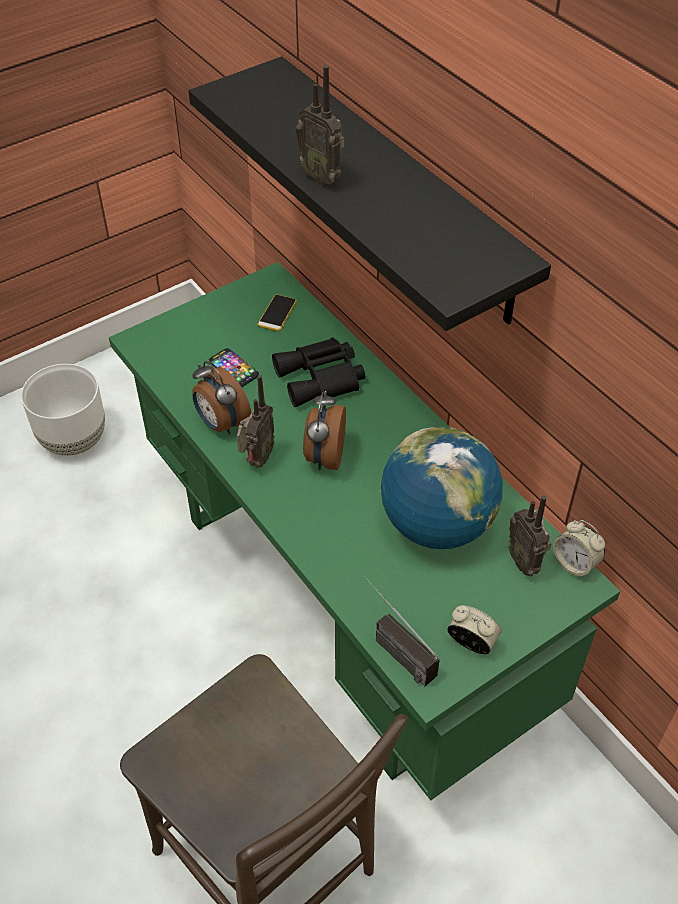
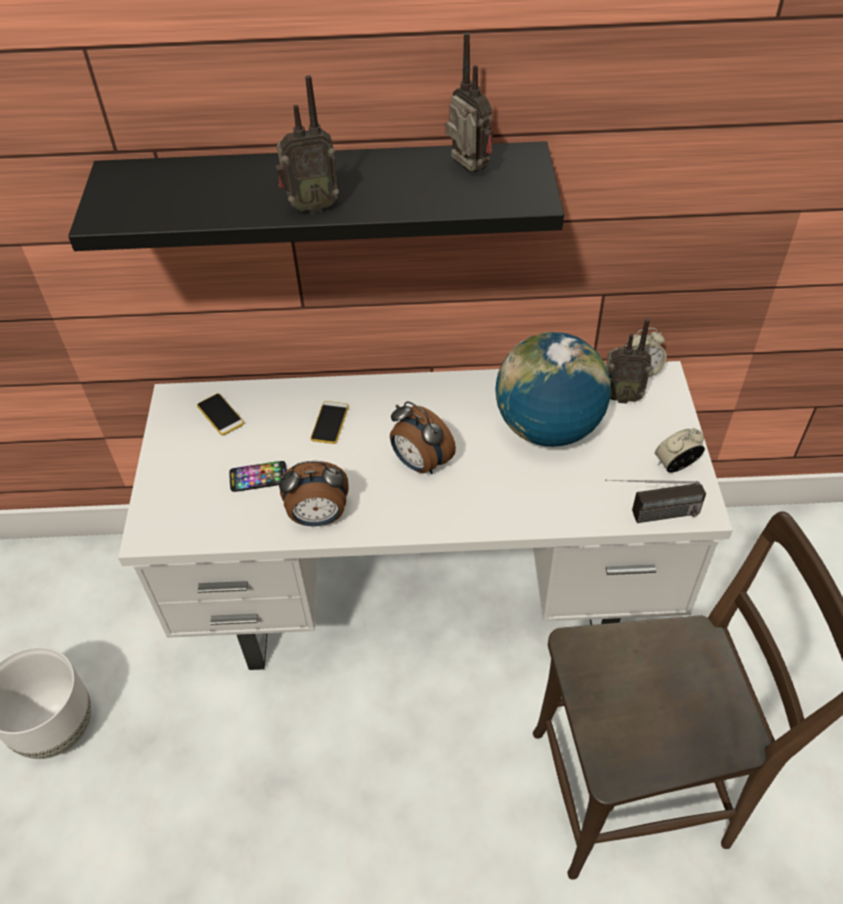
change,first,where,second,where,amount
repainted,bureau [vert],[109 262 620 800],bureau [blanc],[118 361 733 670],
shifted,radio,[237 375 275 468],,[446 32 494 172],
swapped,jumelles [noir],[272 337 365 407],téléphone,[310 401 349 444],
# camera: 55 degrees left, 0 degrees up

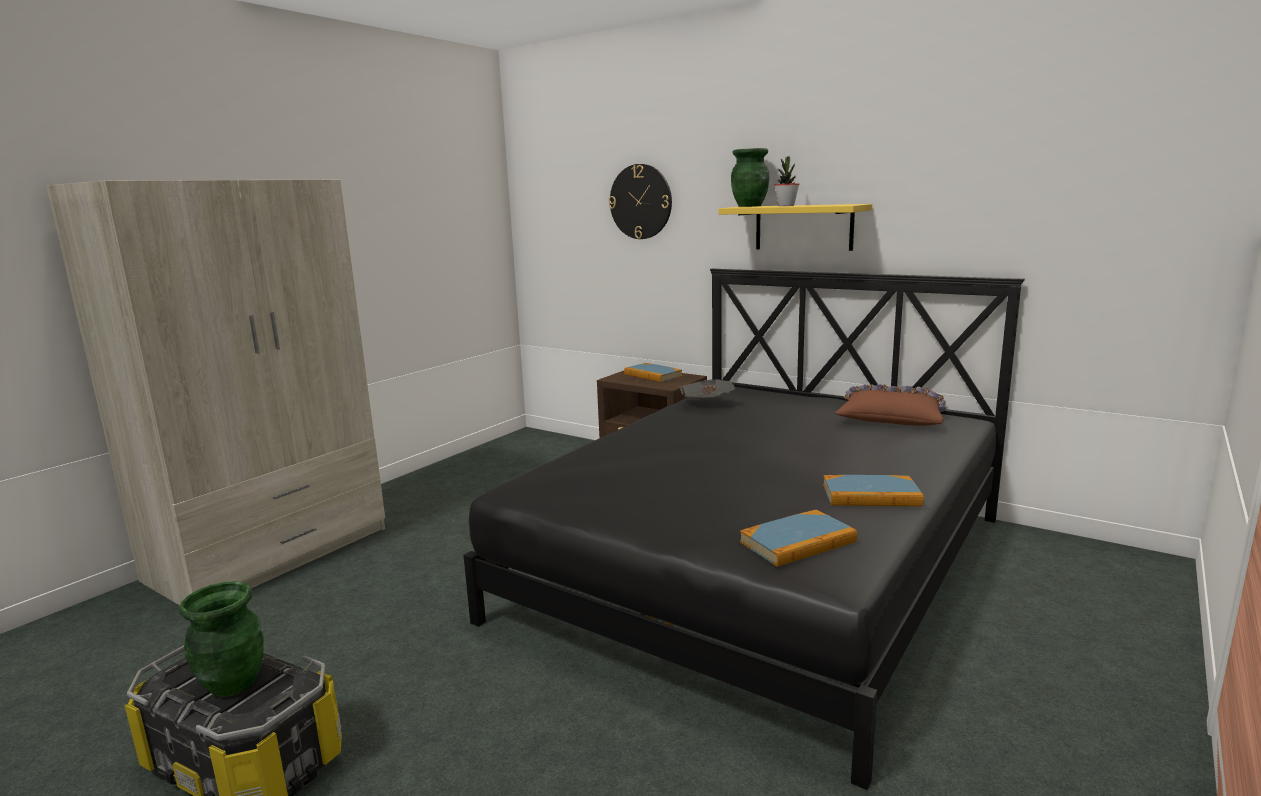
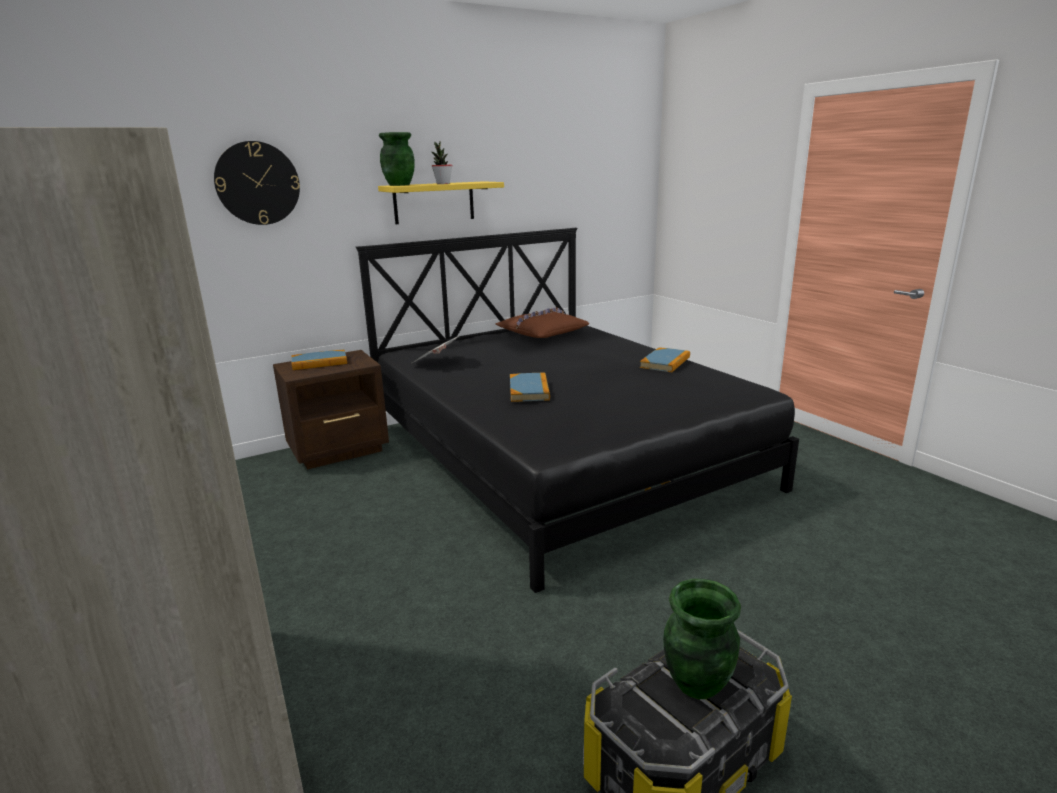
change,first,where,second,where,amount
shifted,livre,[740 510 857 567],,[510 372 550 402],
# camera: 65 degrees left, 5 degrees up

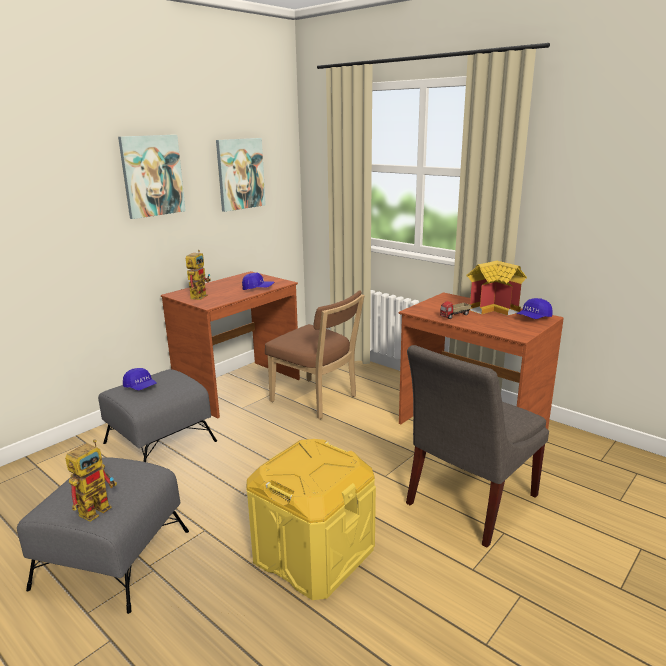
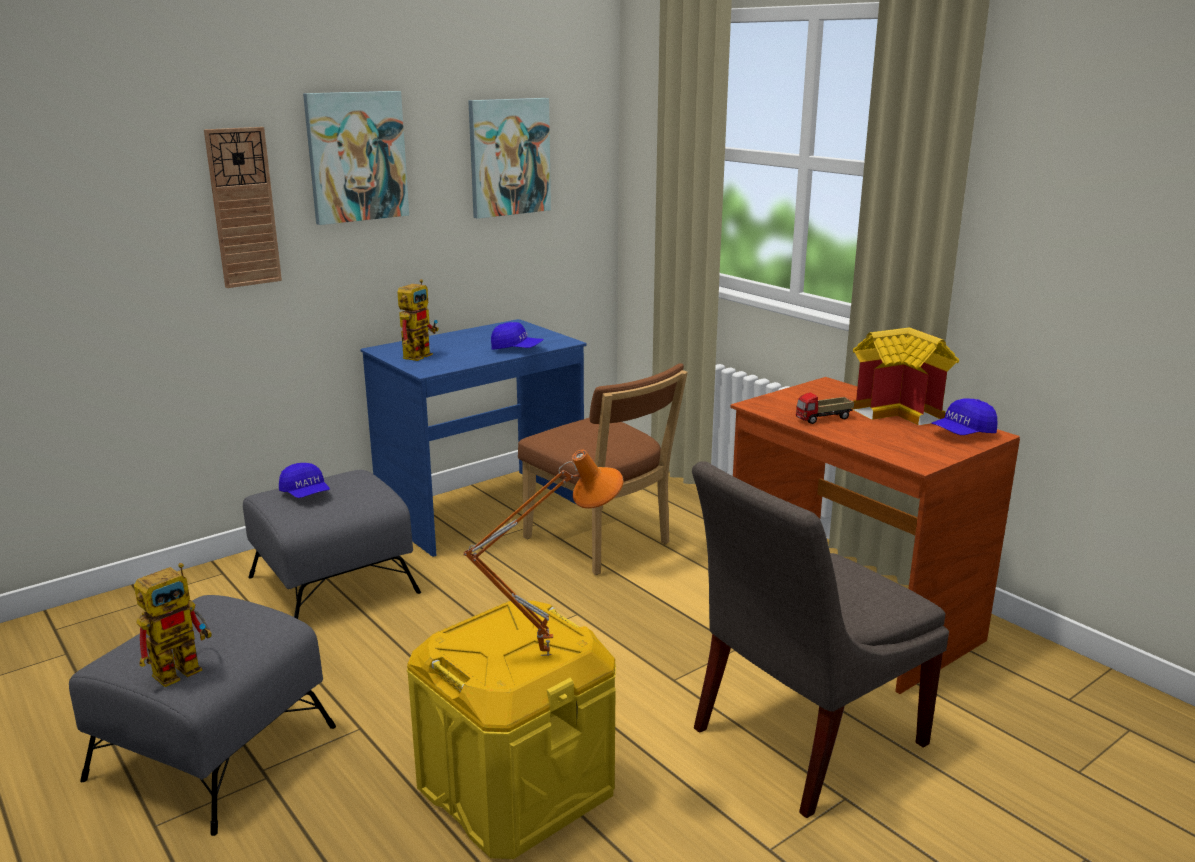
change,first,where,second,where,amount
repainted,bureau [marron],[161 271 300 418],bureau [bleu],[360 319 587 557],
new,,,horloge murale,[204 127 282 288],
new,,,lampe de table [orange],[464 450 623 656],
# camera: 10 degrees right, 0 degrees up

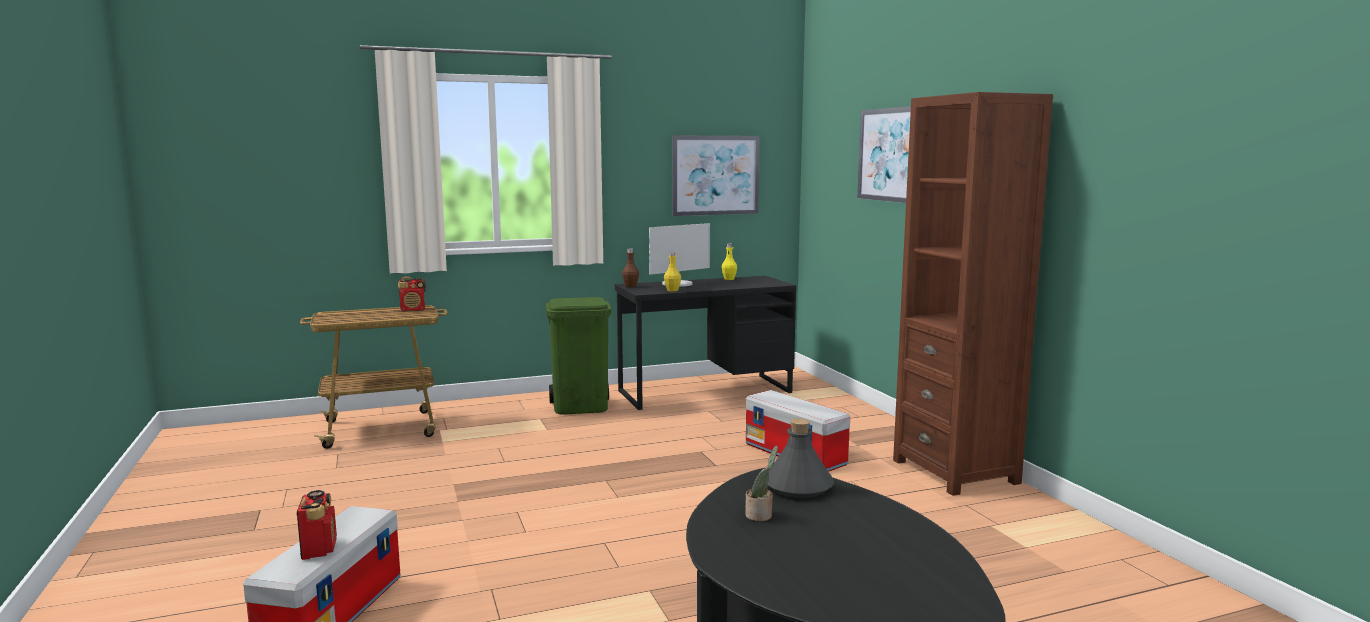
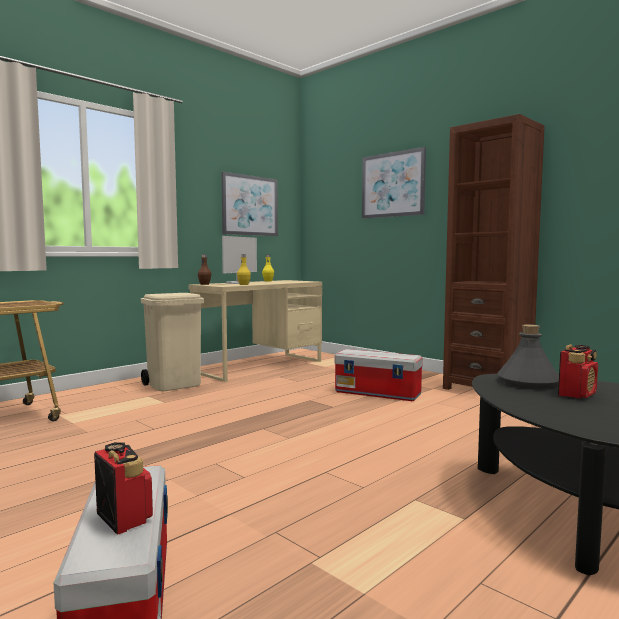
change,first,where,second,where,amount
shifted,radio,[398 277 426 311],,[558 344 598 399],
repainted,poubelle [vert],[546 297 611 415],poubelle [beige],[141 293 204 391],
repainted,bureau [noir],[615 276 796 410],bureau [beige],[188 280 322 382],
gone,plante en pot,[745 446 778 521],,,
# camera: 25 degrees left, 5 degrees down

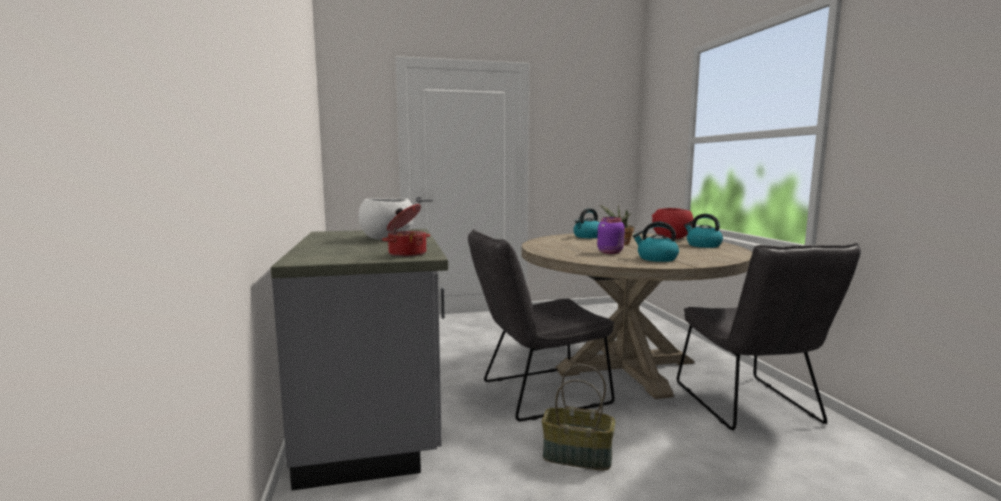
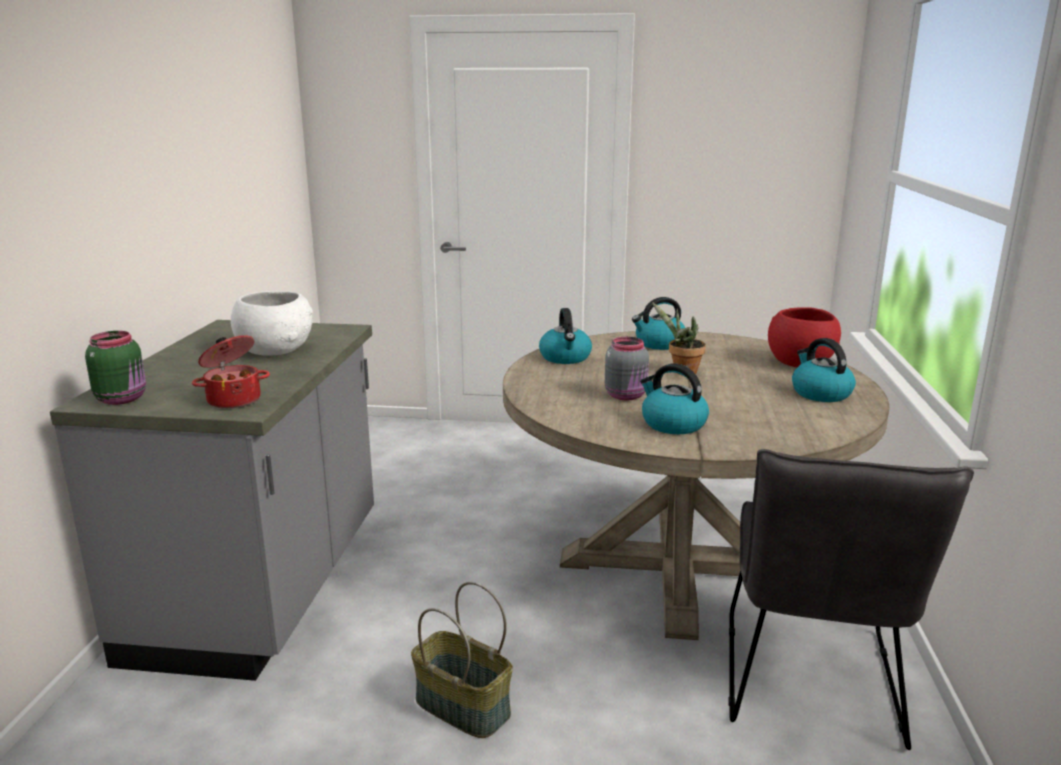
change,first,where,second,where,amount
gone,chaise [gris],[468 229 615 421],,,
repainted,bocal [violet],[597 217 625 254],bocal [gris],[605 337 649 400],
new,,,bocal [vert],[85 331 146 405],
new,,,bouilloire,[539 308 592 364],
# camera: 20 degrees right, 10 degrees up

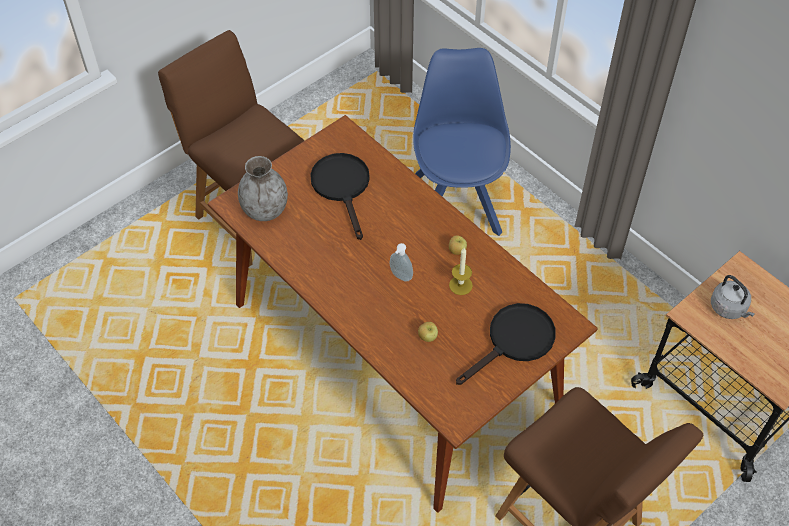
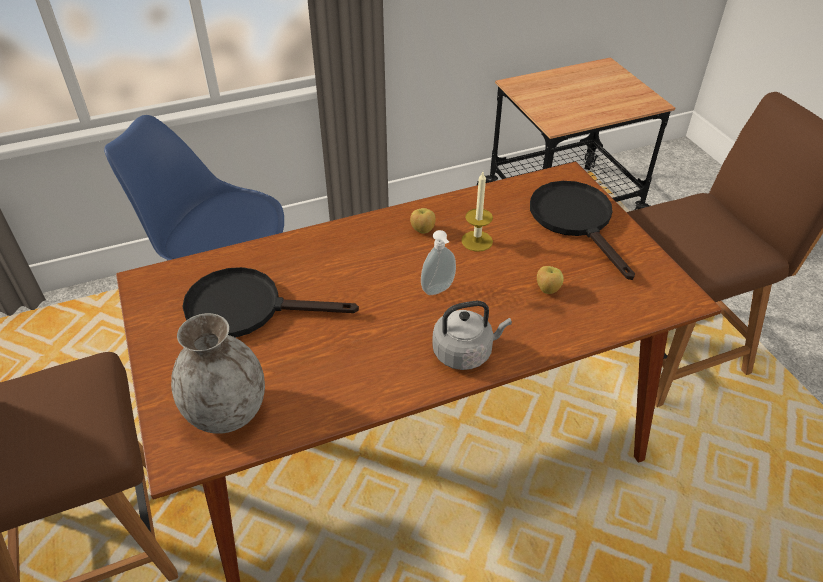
change,first,where,second,where,amount
shifted,bouilloire [gris],[711 275 755 319],,[432 301 512 370],
# camera: 70 degrees left, 10 degrees down

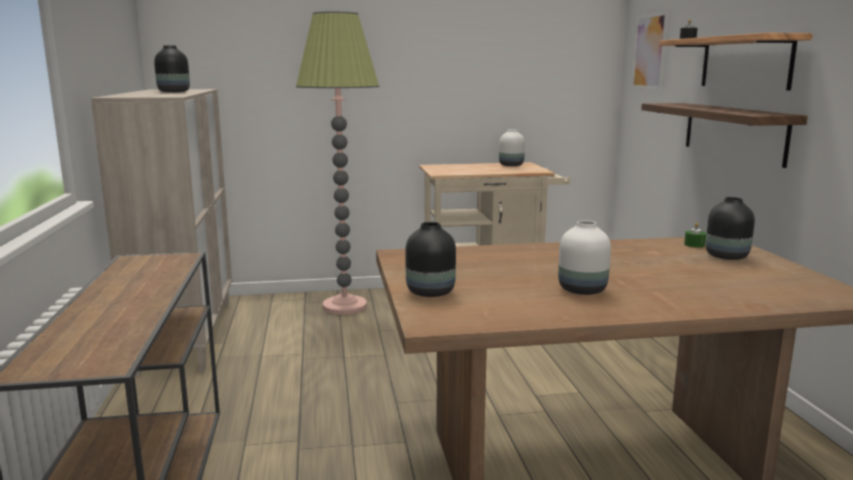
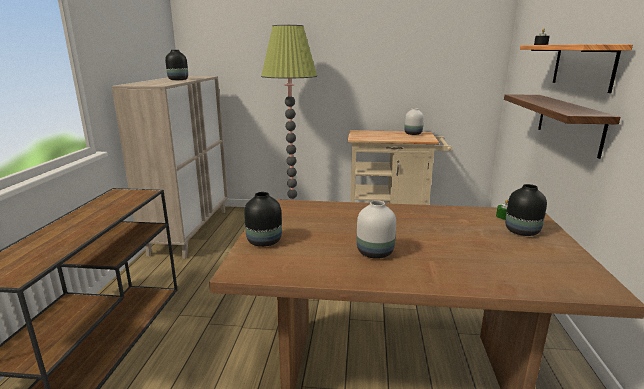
change,first,where,second,where,amount
gone,tableau,[632 11 669 90],,,
# camera: 15 degrees right, 5 degrees up

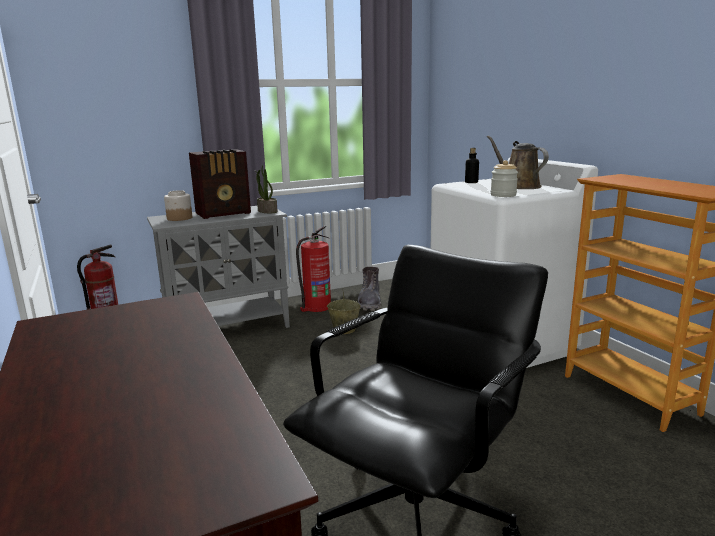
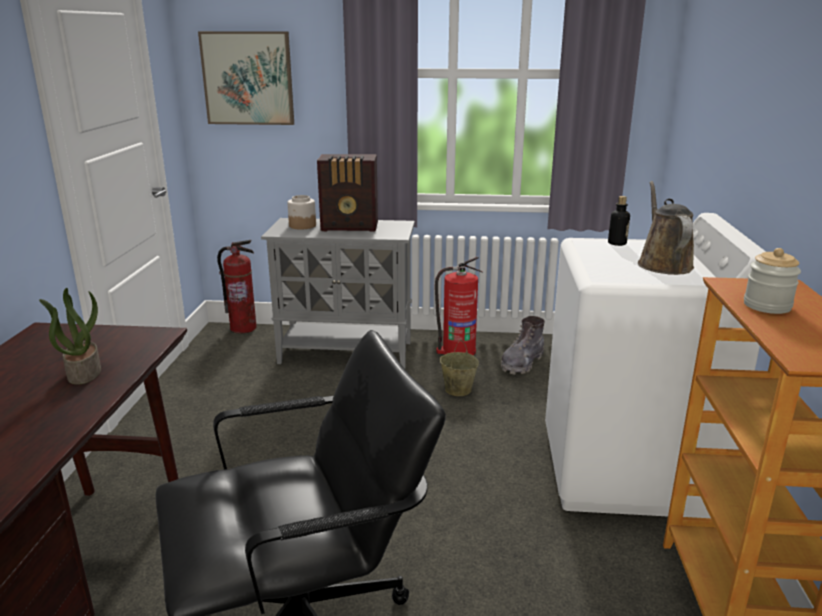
change,first,where,second,where,amount
shifted,plante en pot,[254 165 278 213],,[39 288 101 385],
shifted,bocal,[491 160 518 197],,[744 248 801 314],
new,,,tableau,[198 31 294 125],
# camera: 30 degrees right, 5 degrees up

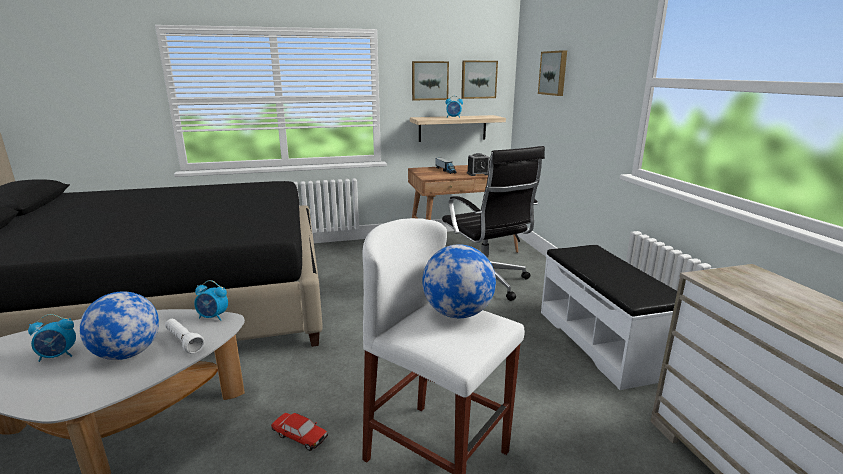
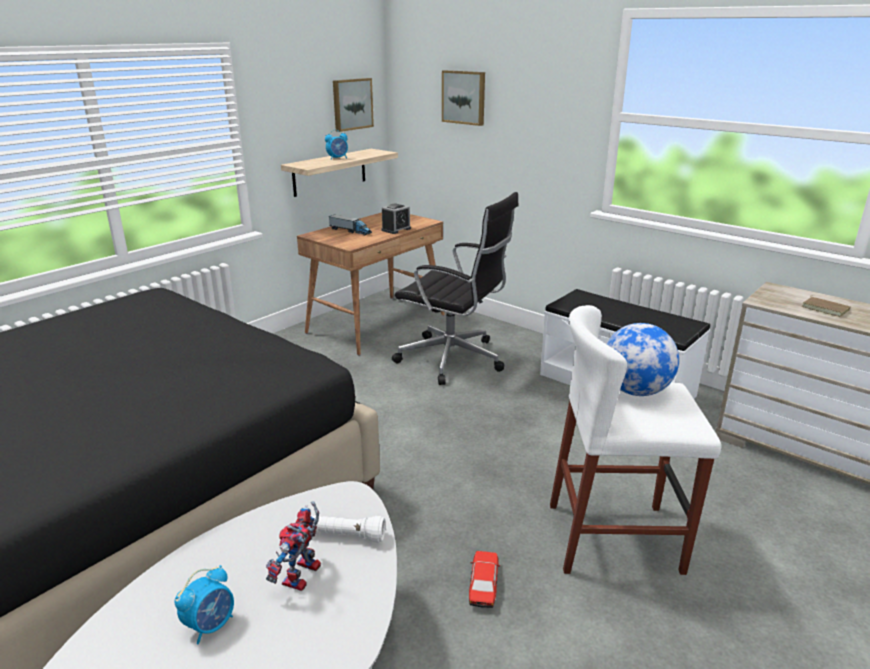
change,first,where,second,where,amount
swapped,globe,[79 292 159 360],robot jouet,[266 501 321 591],
gone,réveil,[194 280 228 321],,,
rotated,petite voiture,[271 413 328 451],,[469 551 500 608],75 degrees counterclockwise
gone,tableau,[412 61 449 100],,,
new,,,livre [marron],[801 295 850 317],
# camera: 35 degrees left, 5 degrees up

